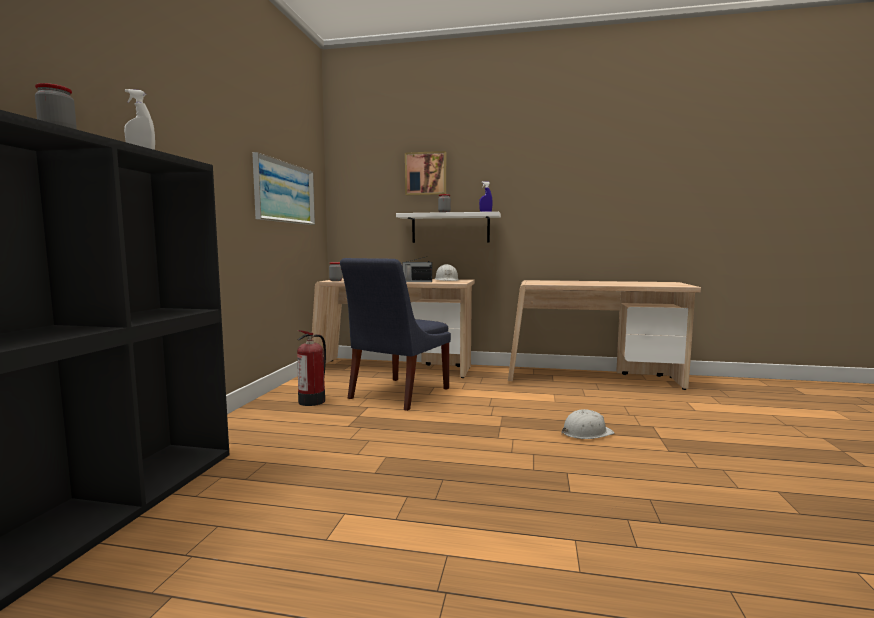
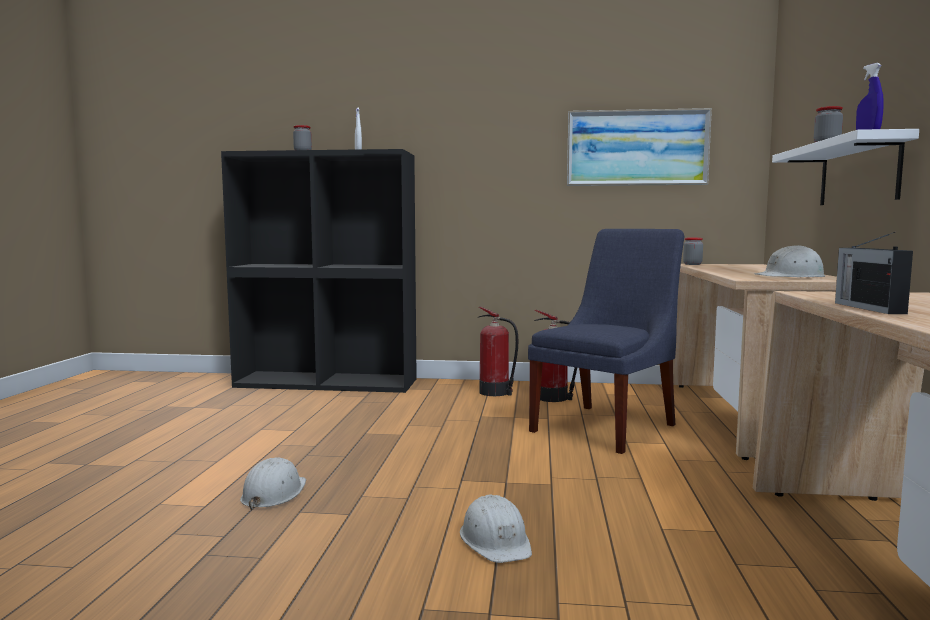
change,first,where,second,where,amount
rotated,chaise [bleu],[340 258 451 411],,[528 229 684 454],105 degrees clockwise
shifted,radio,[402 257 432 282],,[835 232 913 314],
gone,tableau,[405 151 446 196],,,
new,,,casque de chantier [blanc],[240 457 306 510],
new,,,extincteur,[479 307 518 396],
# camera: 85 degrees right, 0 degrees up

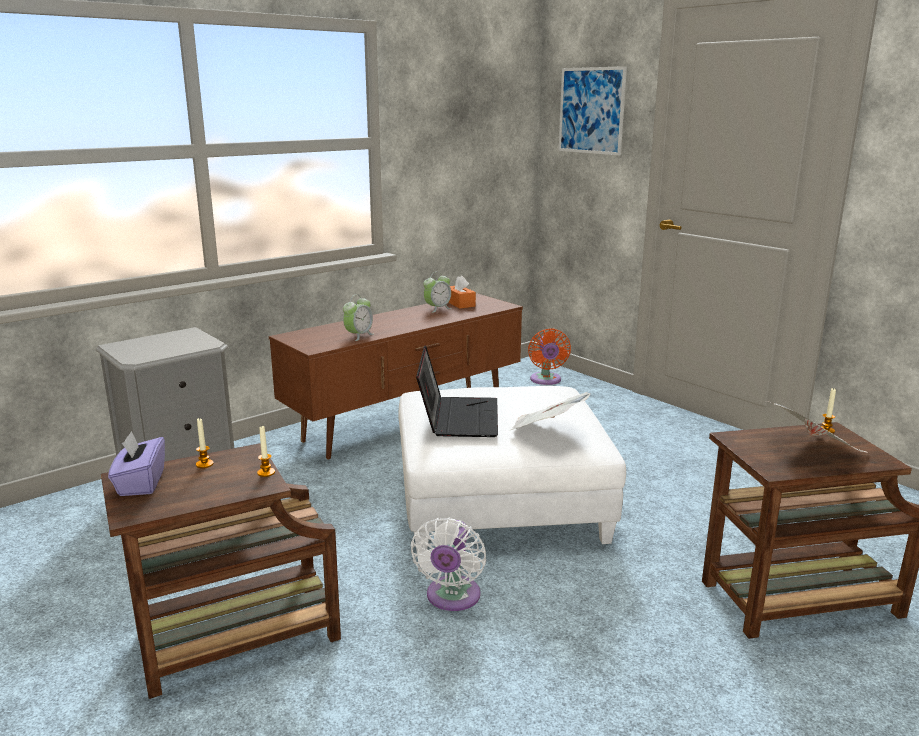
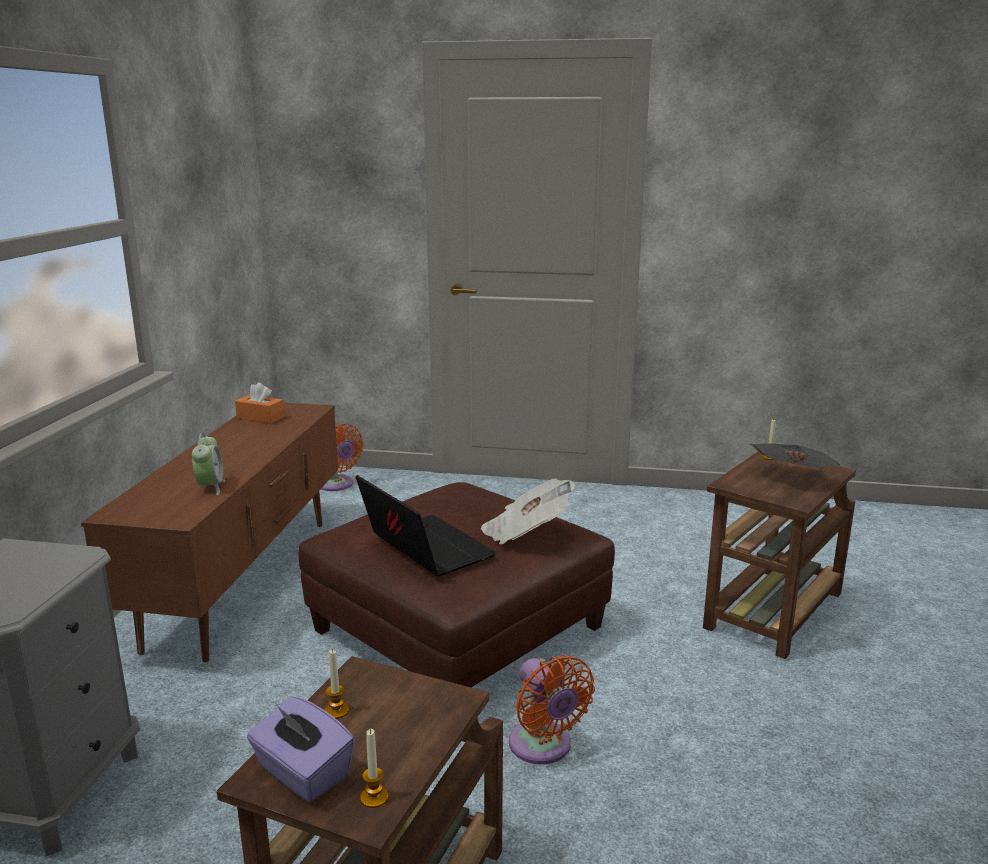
change,first,where,second,where,amount
shifted,bougie,[257 426 275 477],,[360 729 388 808],
repainted,pouf [blanc],[398 386 626 553],pouf [marron],[299 482 615 687],
repainted,ventilateur [blanc],[411 517 486 611],ventilateur [orange],[509 655 595 764],
gone,réveil,[423 272 452 313],,,
gone,tableau,[559 66 627 155],,,
# camera: 40 degrees left, 0 degrees up

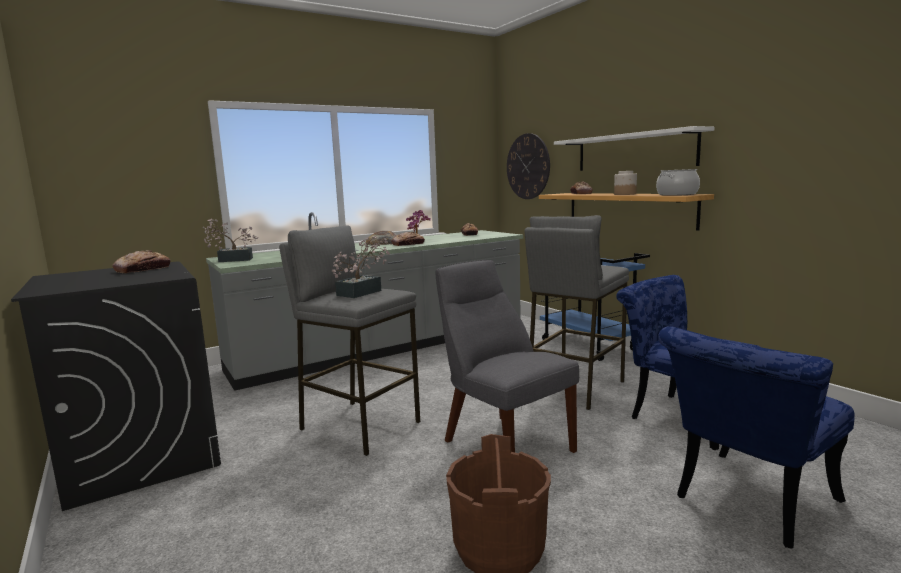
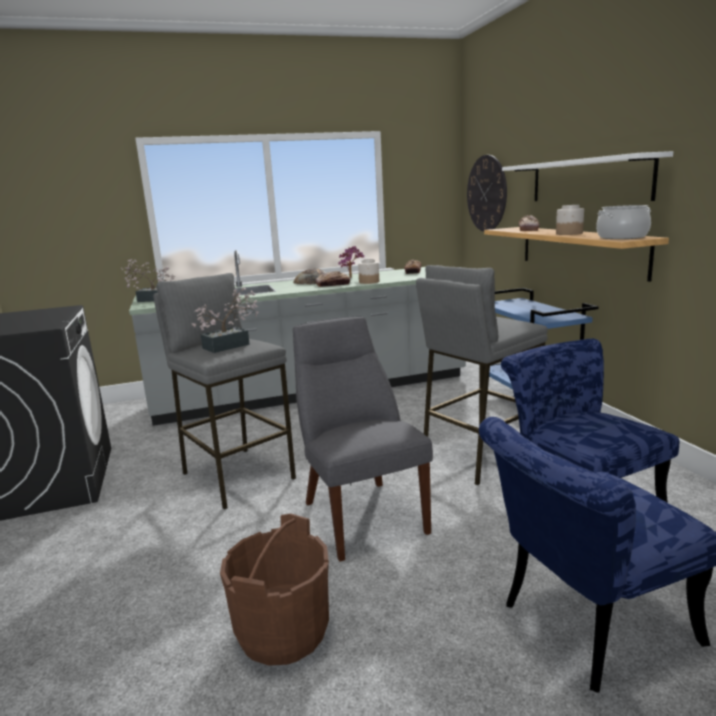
change,first,where,second,where,amount
gone,pain,[112 250 171 273],,,
new,,,bocal,[358 259 379 284],
# camera: 15 degrees right, 5 degrees up

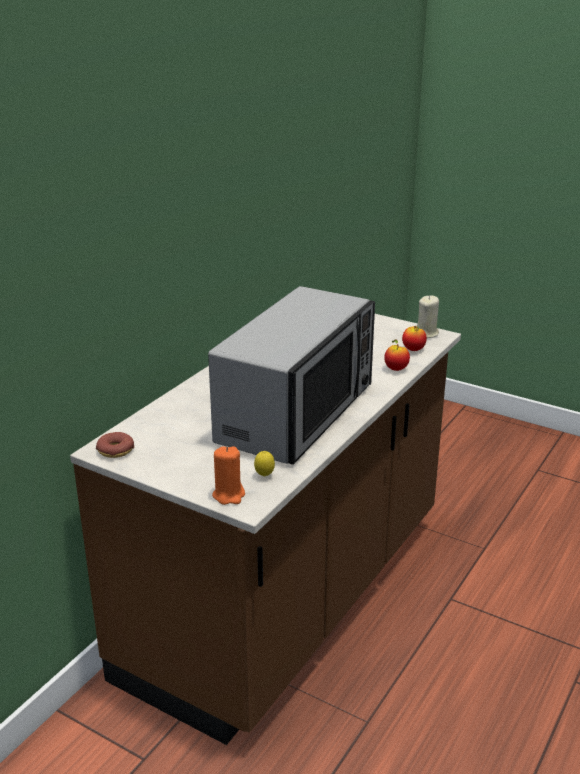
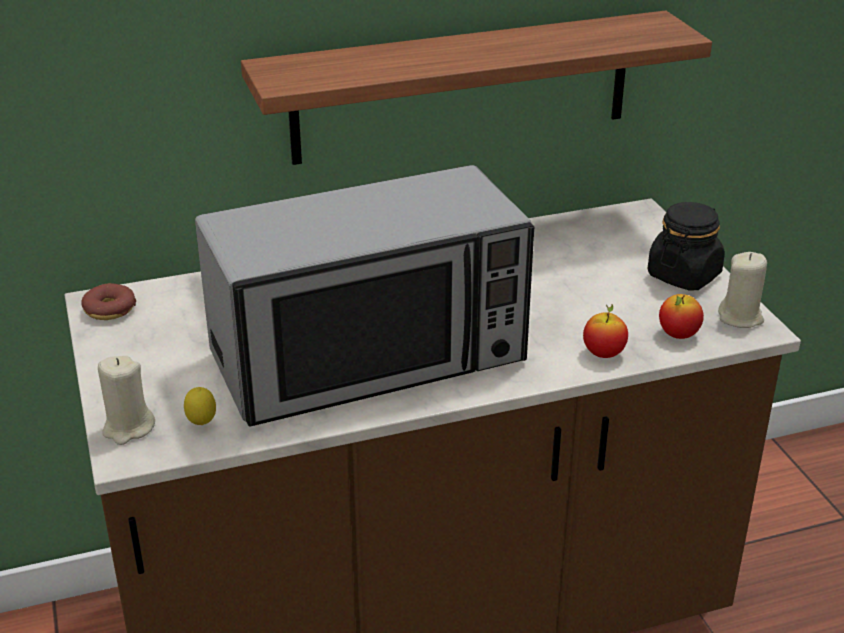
change,first,where,second,where,amount
repainted,bougie [orange],[212 446 245 505],bougie [beige],[98 356 155 445],
new,,,étagère,[241 11 712 165],
new,,,bocal [noir],[648 202 725 291],
# camera: 40 degrees right, 5 degrees up

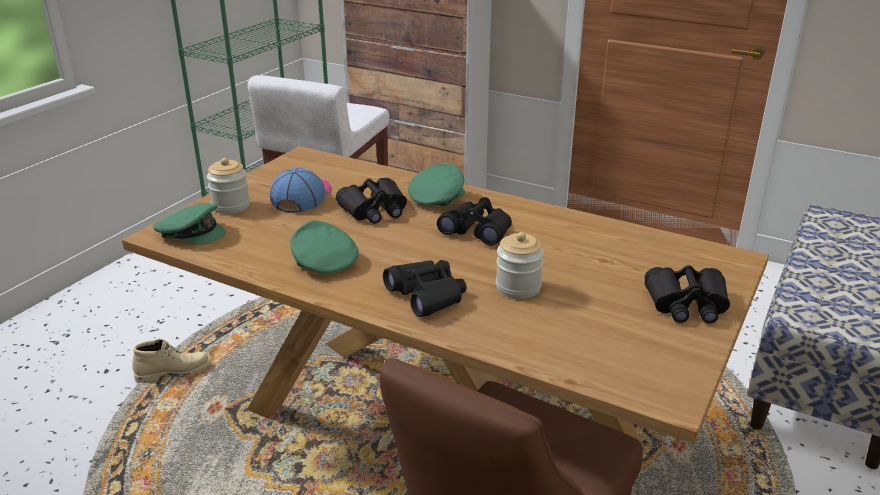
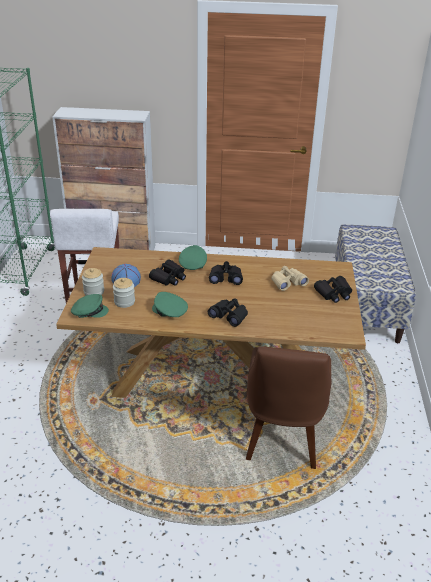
change,first,where,second,where,amount
gone,botte [beige],[132 339 211 383],,,
shifted,bocal,[496 232 544 299],,[113 278 135 308],
new,,,jumelles [beige],[271 266 309 291],
# camera: 25 degrees left, 5 degrees up

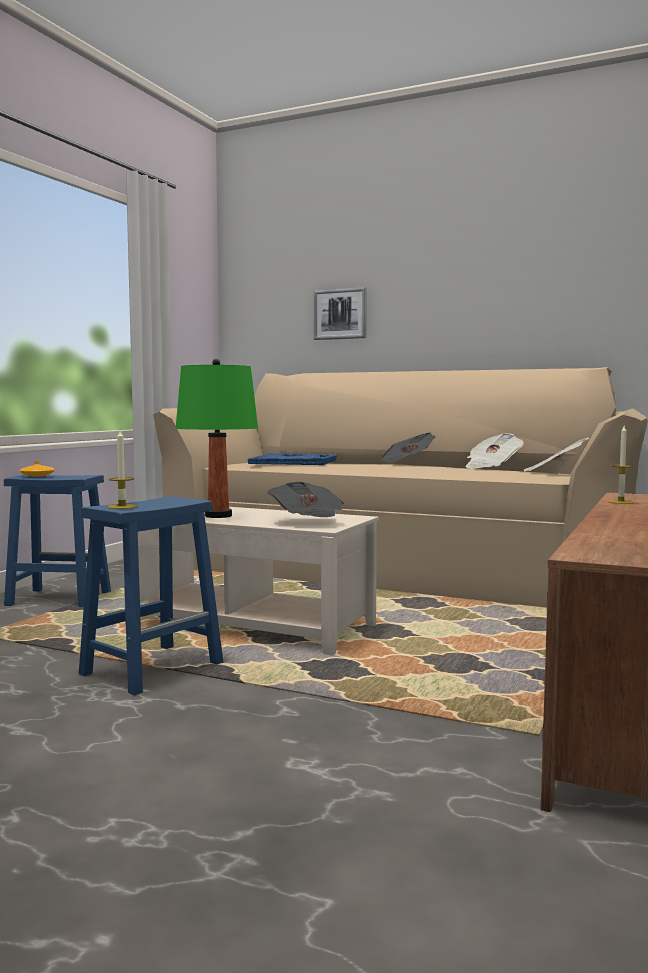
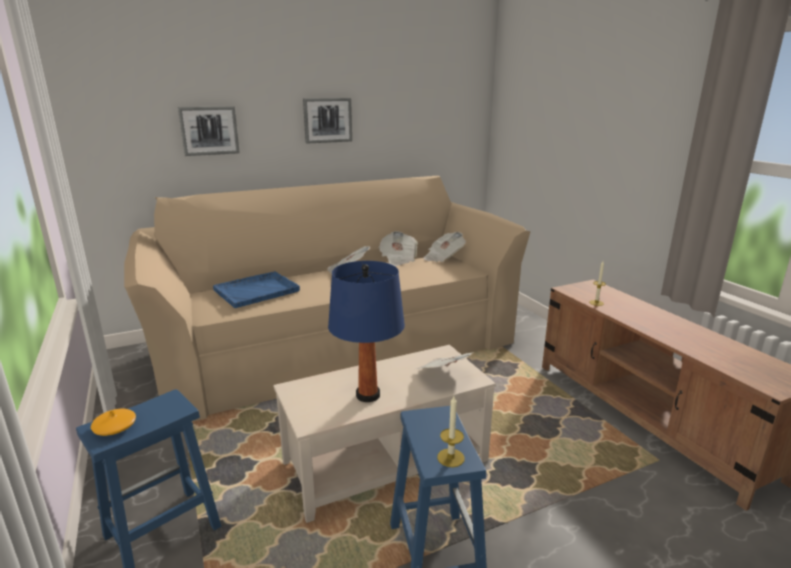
change,first,where,second,where,amount
repainted,lampe de table [vert],[175 359 258 518],lampe de table [bleu],[328 261 405 402],
new,,,tableau,[303 98 352 143],
# camera: 50 degrees left, 15 degrees up

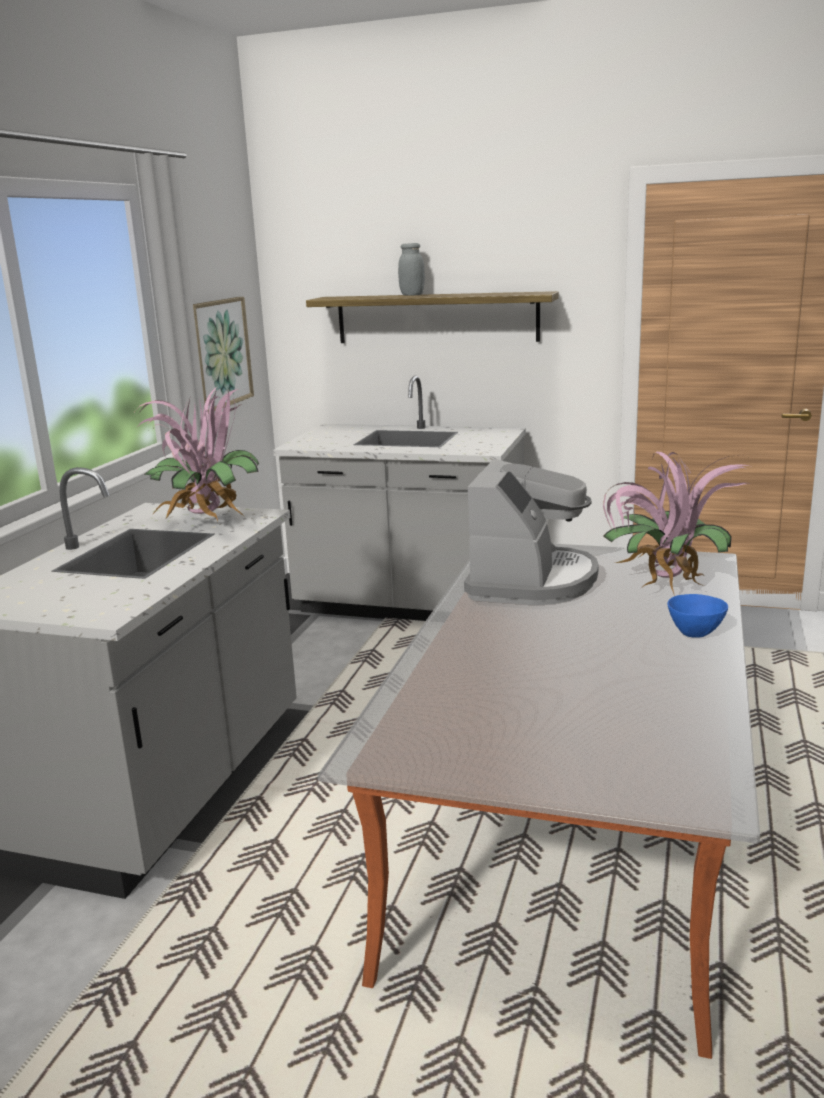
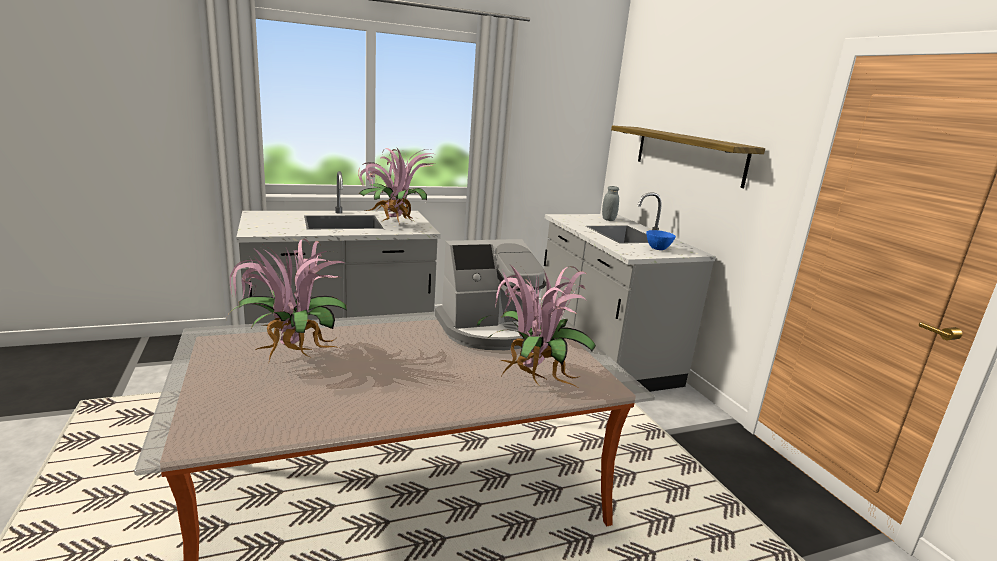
change,first,where,second,where,amount
gone,tableau,[193 297 254 413],,,
shifted,bocal [gris],[398 243 425 296],,[602 186 619 221],
shifted,bol [bleu],[667 594 728 637],,[646 230 676 250],
new,,,plante en pot,[226 238 347 361],
# camera: 50 degrees right, 0 degrees up

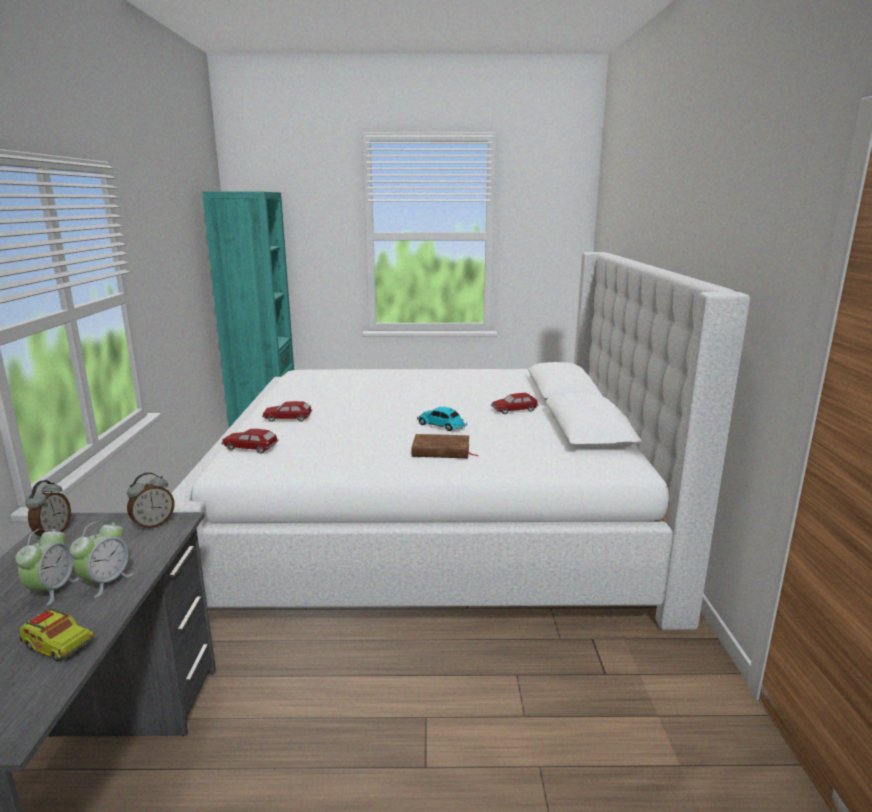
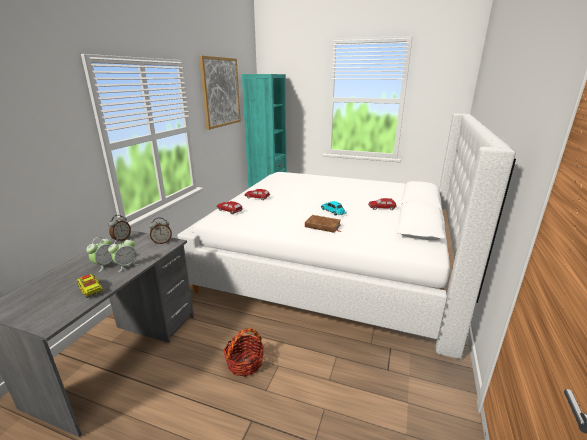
change,first,where,second,where,amount
new,,,tableau,[199 56 241 130],
new,,,panier,[223 328 265 377],
# camera: 20 degrees right, 5 degrees up

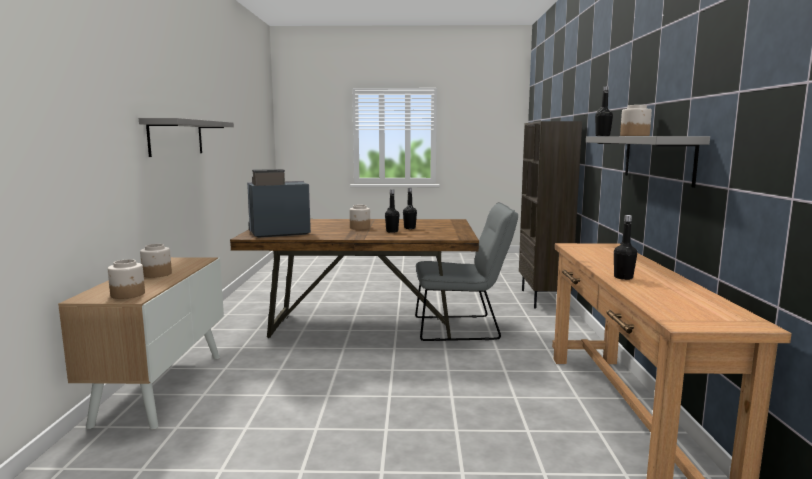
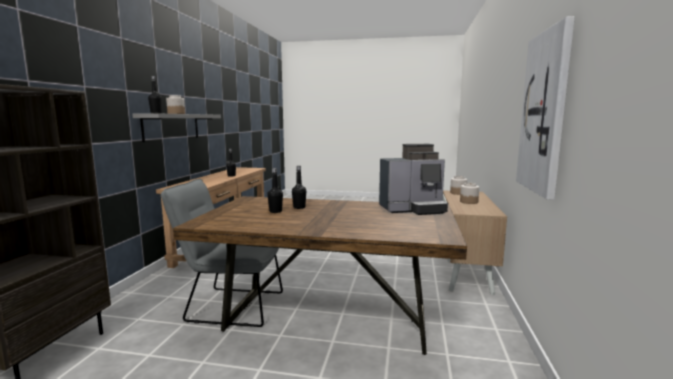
change,first,where,second,where,amount
swapped,étagère [gris],[139 118 234 157],tableau,[516 16 575 200],
gone,bocal,[349 205 370 230],,,
# camera: 170 degrees left, 0 degrees up

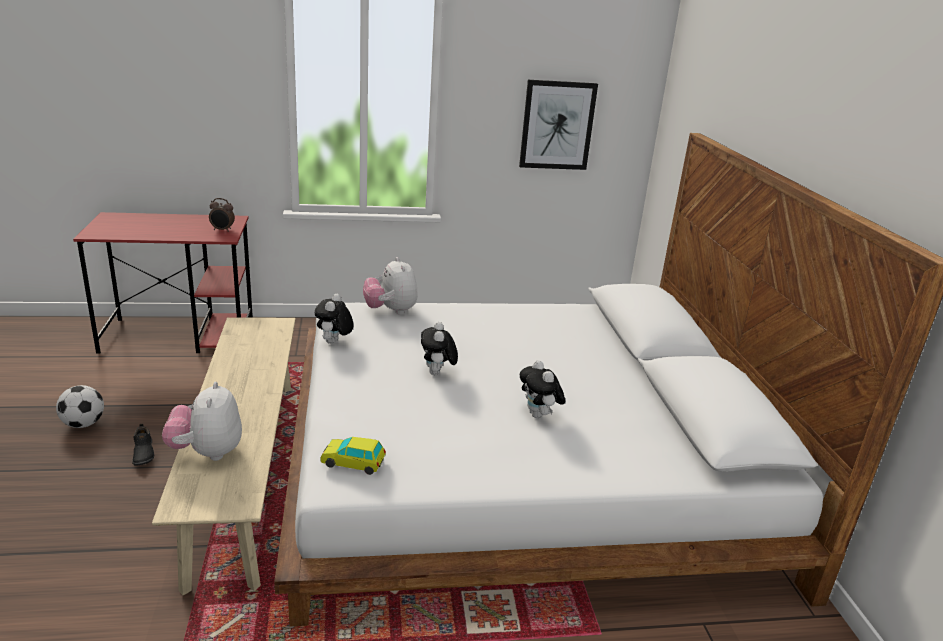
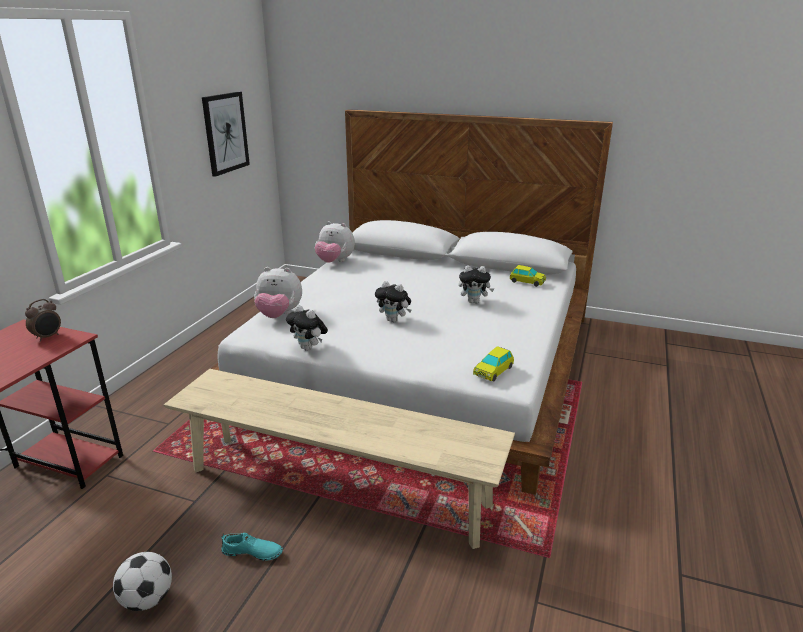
change,first,where,second,where,amount
repainted,chaussure [noir],[132 423 154 466],chaussure [turquoise],[221 533 283 561],
shifted,peluche,[162 382 242 461],,[315 221 355 263],
new,,,petite voiture,[510 265 546 287],
# camera: 60 degrees left, 0 degrees up

